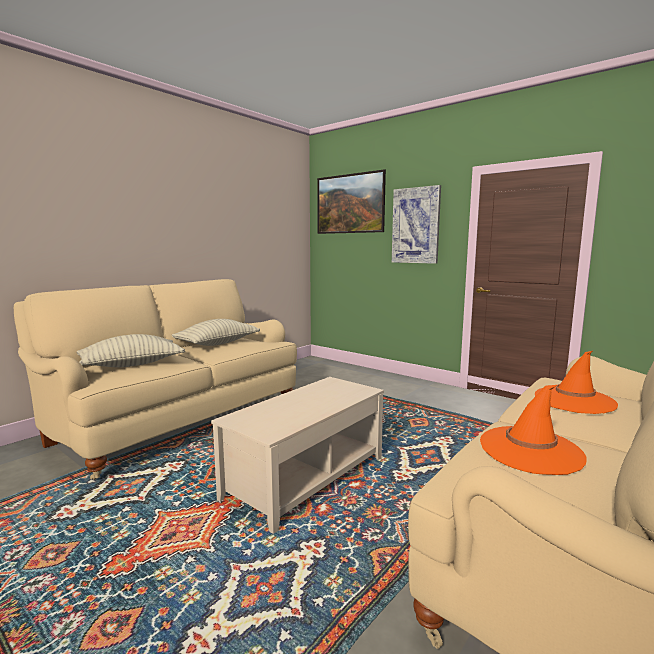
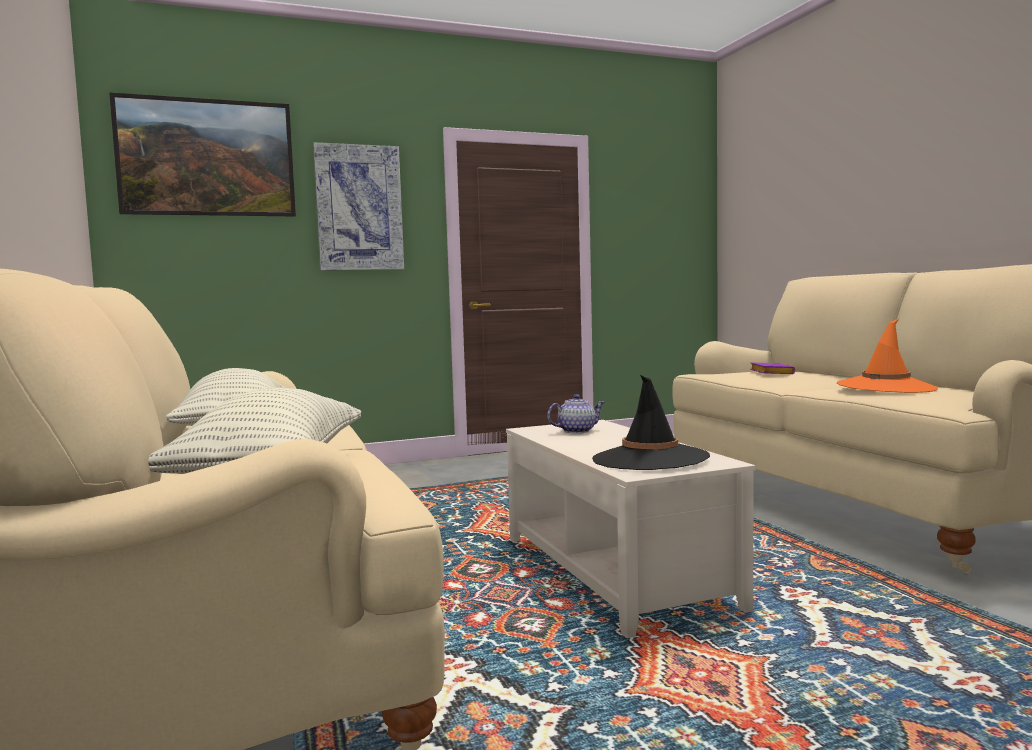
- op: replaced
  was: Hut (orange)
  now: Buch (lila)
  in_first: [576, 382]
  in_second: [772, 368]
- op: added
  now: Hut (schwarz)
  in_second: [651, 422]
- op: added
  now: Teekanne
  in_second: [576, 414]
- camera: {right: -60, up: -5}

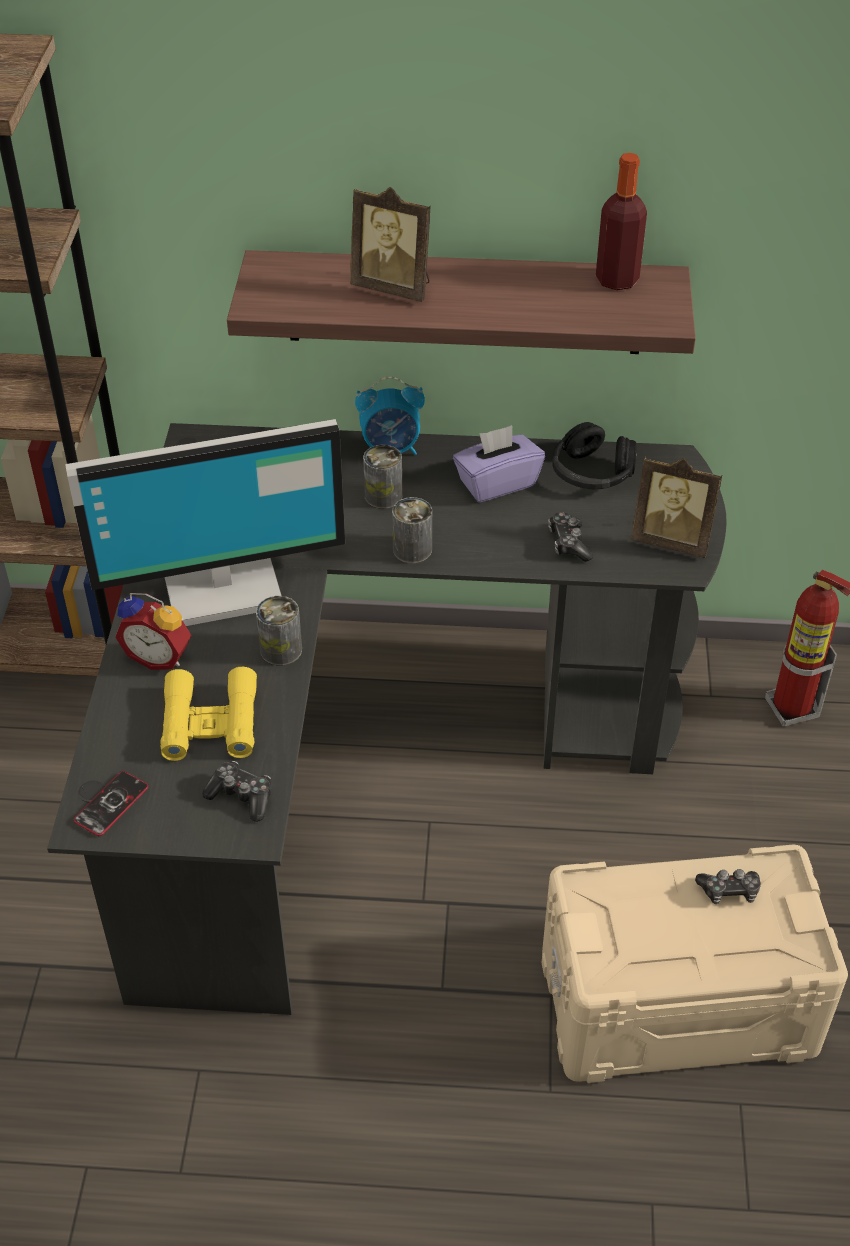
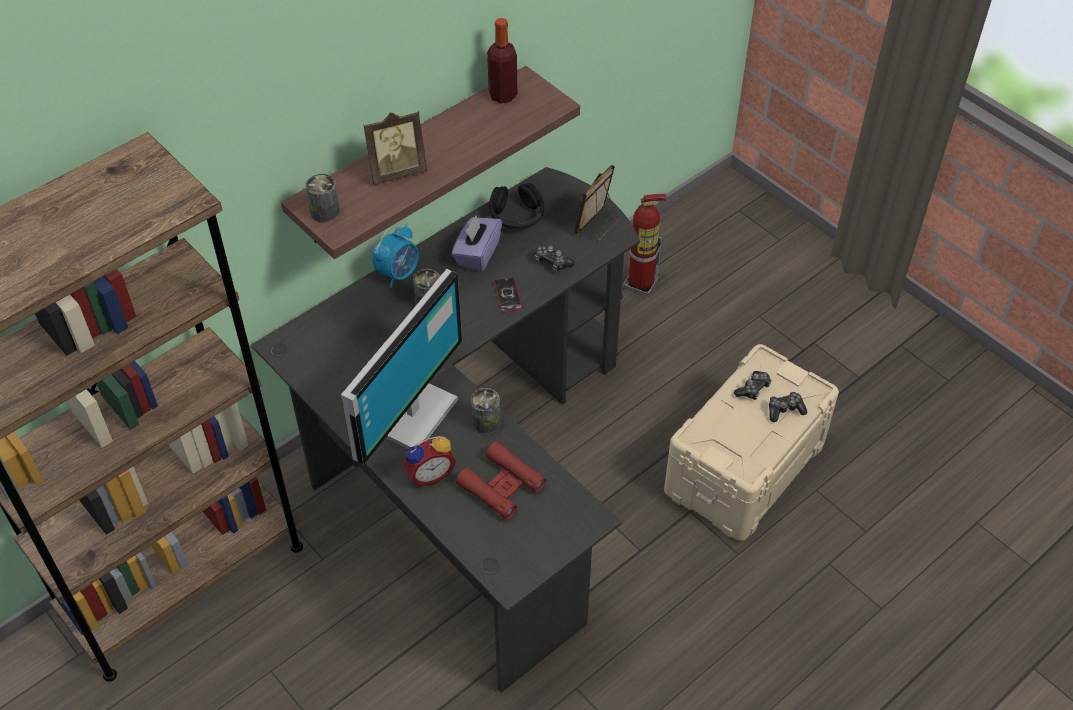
- op: turned
  was: Bilderrahmen
  in_first: [676, 507]
  in_second: [596, 203]
  clockwise: 150
- op: moved
  was: Dose
  in_first: [412, 530]
  in_second: [322, 198]
- op: recoloured
  was: Fernglas (gelb)
  now: Fernglas (rot)
  in_first: [208, 714]
  in_second: [501, 480]
- op: moved
  was: Gamepad
  in_first: [236, 791]
  in_second: [788, 407]
- op: moved
  was: Handy
  in_first: [111, 803]
  in_second: [508, 294]
- camera: {right: -45, up: 5}

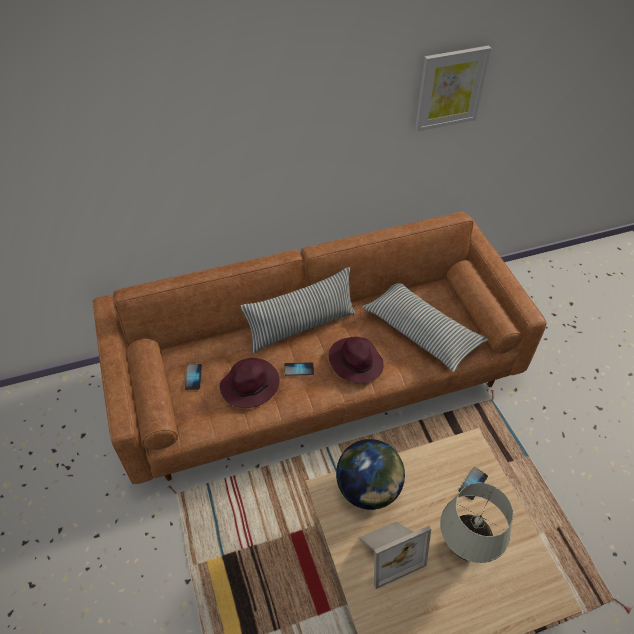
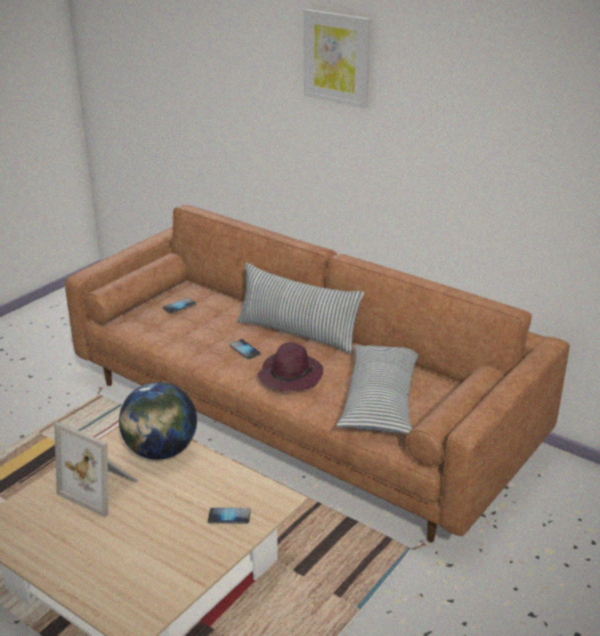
- op: moved
  was: Bild
  in_first: [453, 89]
  in_second: [337, 58]
- op: removed
  was: Hut (lila)
  in_first: [250, 383]
- op: removed
  was: Tischlampe (weiß)
  in_first: [476, 522]
- camera: {right: 55, up: -20}

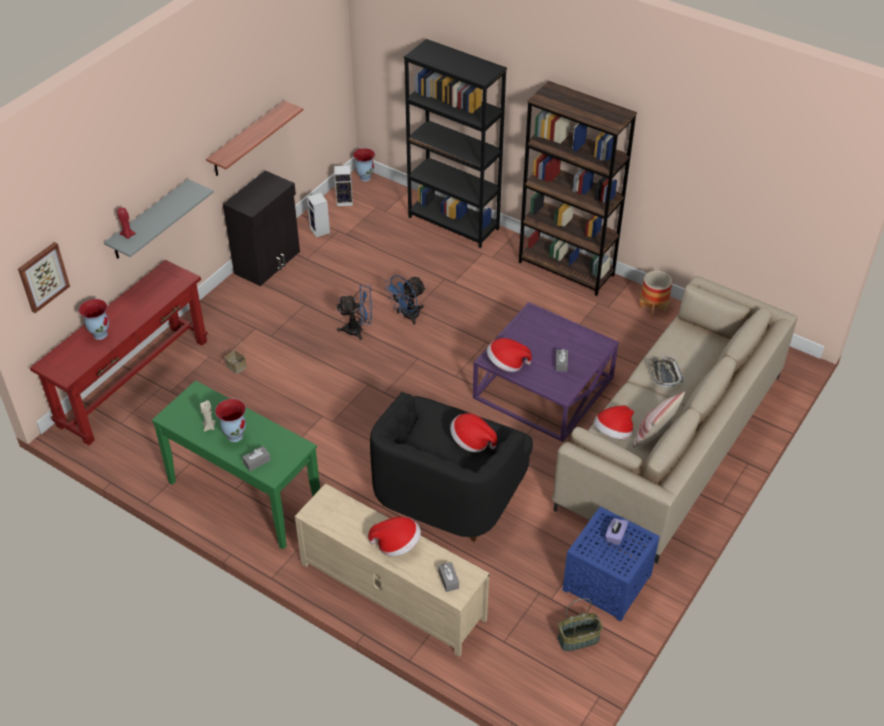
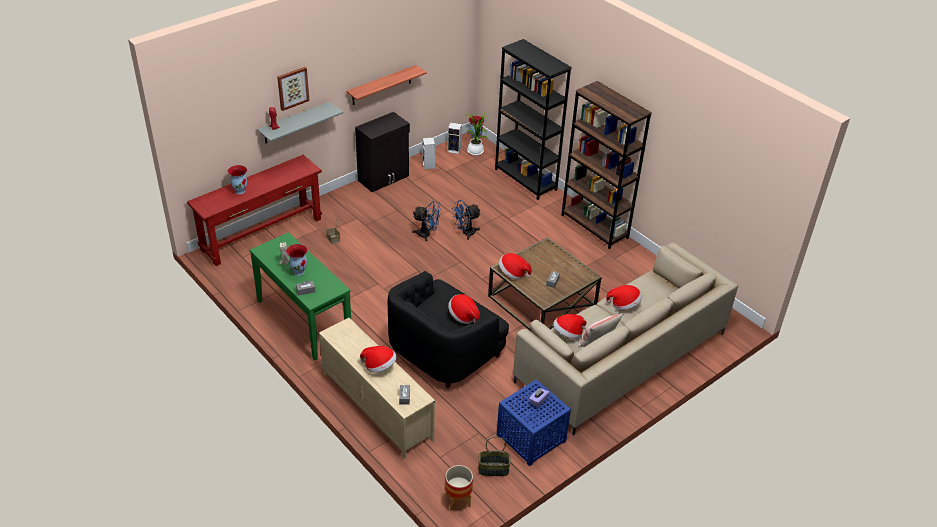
- op: moved
  was: Bild
  in_first: [44, 277]
  in_second: [293, 89]
- op: moved
  was: Pflanzkübel
  in_first: [655, 295]
  in_second: [459, 488]
- op: recoloured
  was: Couchtisch (lila)
  now: Couchtisch (braun)
  in_first: [546, 372]
  in_second: [545, 283]
- op: replaced
  was: Tablett
  now: Hut
  in_first: [665, 372]
  in_second: [624, 297]
- op: added
  now: Topfpflanze
  in_second: [477, 133]
- camera: {right: 15, up: -5}

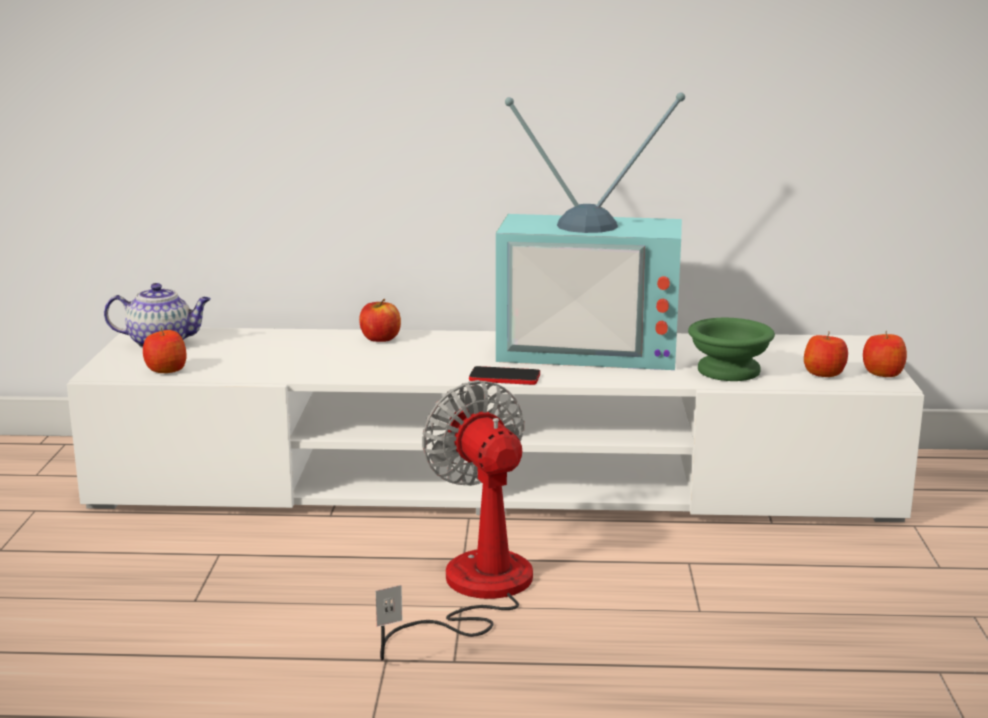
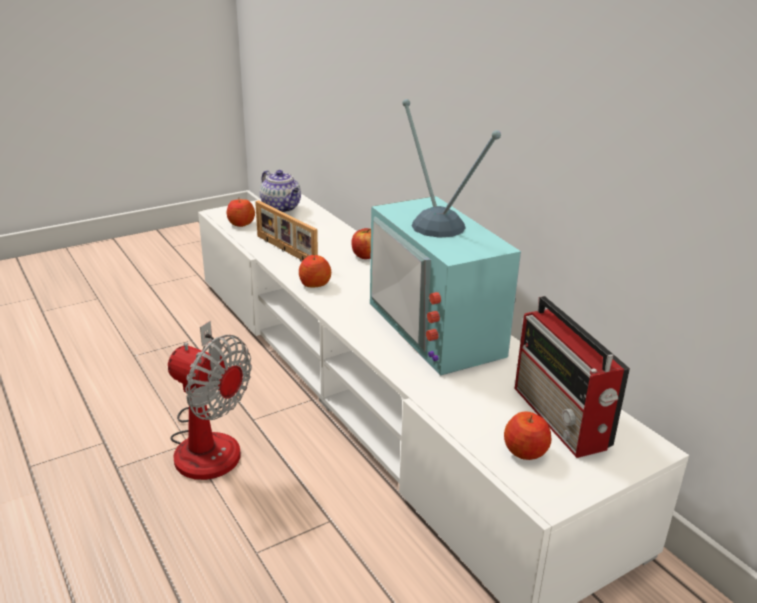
- op: removed
  was: Schüssel (grün)
  in_first: [731, 349]
- op: moved
  was: Apfel
  in_first: [885, 354]
  in_second: [315, 271]
- op: removed
  was: Handy
  in_first: [504, 375]
- op: turned
  was: Ventilator
  in_first: [454, 520]
  in_second: [210, 400]
  clockwise: 90
- op: added
  now: Bilderrahmen
  in_second: [286, 231]
- op: added
  now: Radio
  in_second: [572, 377]
- camera: {right: 55, up: 10}

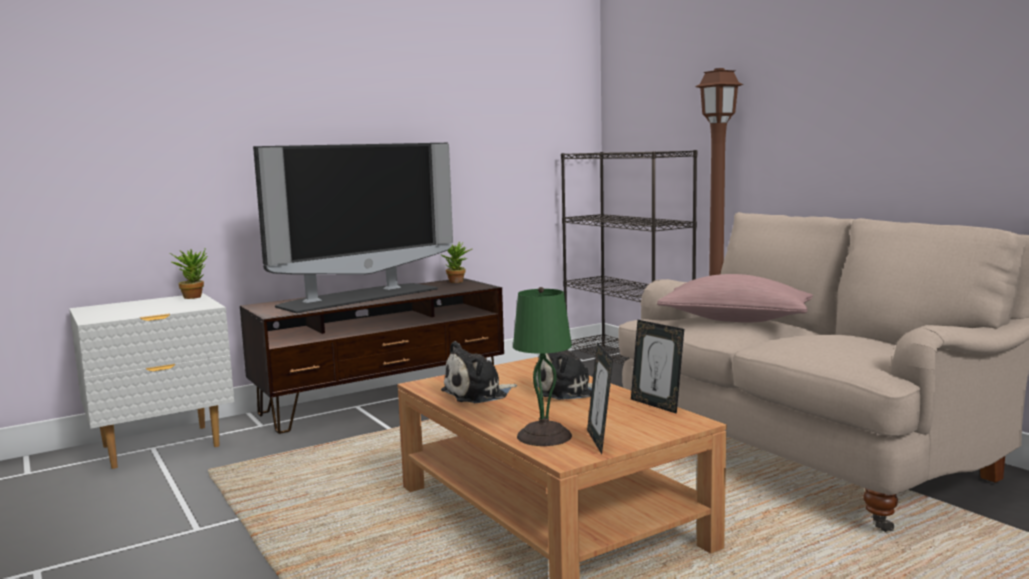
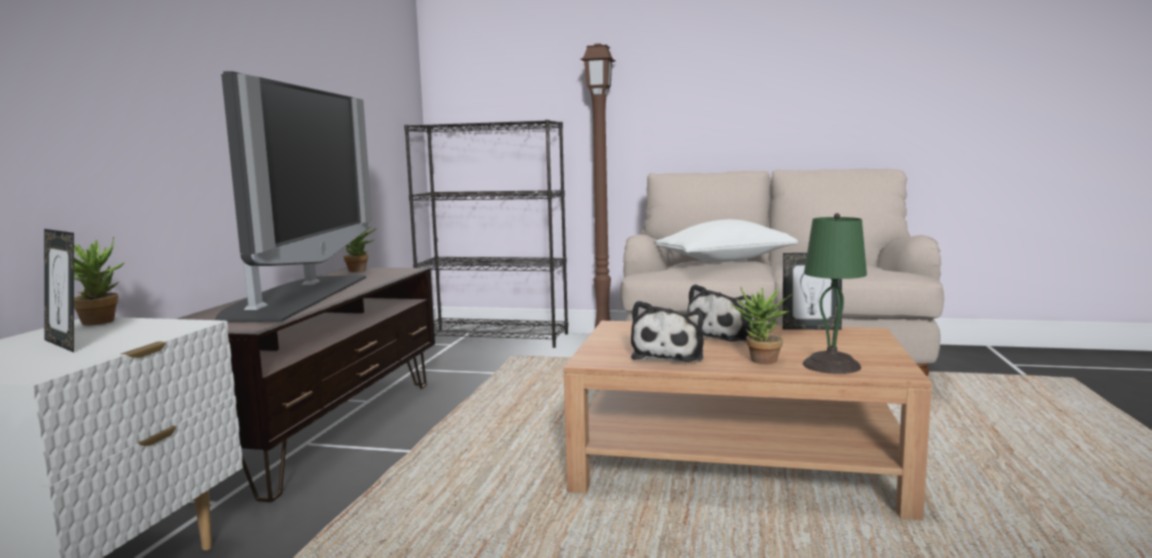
- op: recoloured
  was: Kissen (rosa)
  now: Kissen (weiß)
  in_first: [735, 298]
  in_second: [726, 240]
- op: moved
  was: Bilderrahmen
  in_first: [600, 398]
  in_second: [59, 290]
- op: added
  now: Topfpflanze
  in_second: [762, 325]
- camera: {right: -45, up: 0}

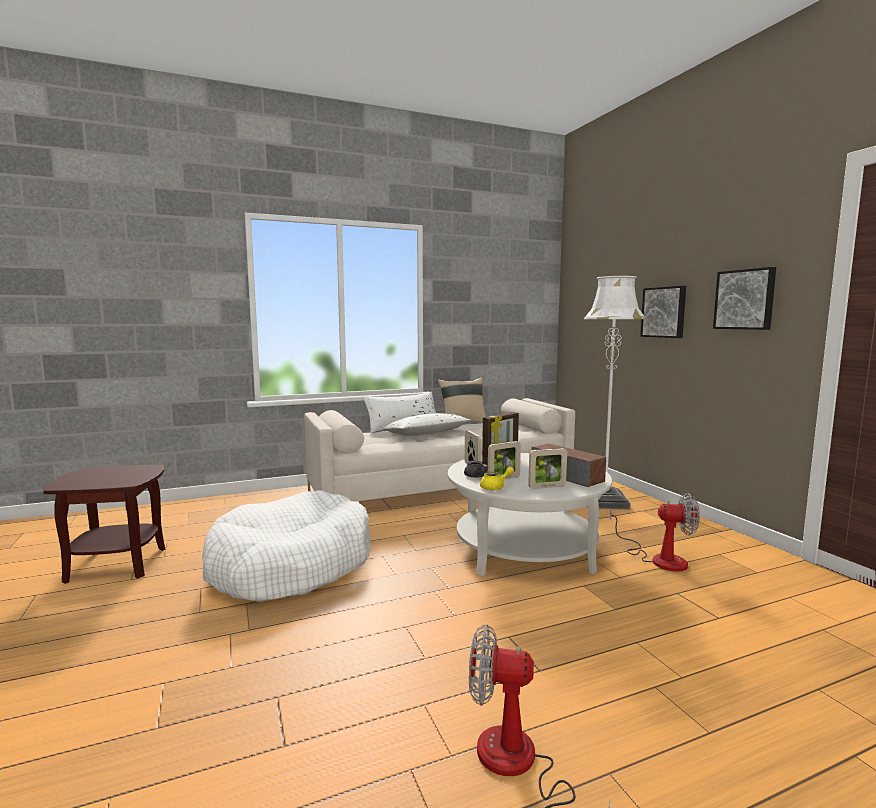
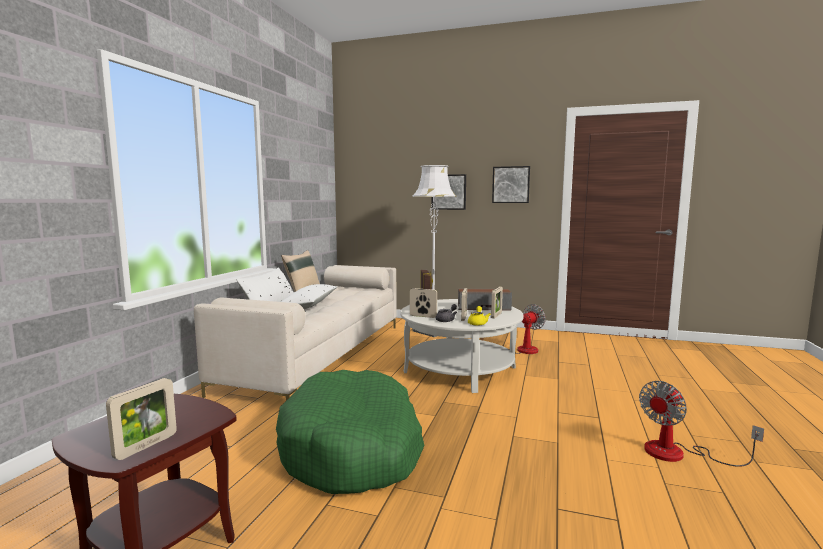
- op: recoloured
  was: Hundebett (weiß)
  now: Hundebett (grün)
  in_first: [286, 546]
  in_second: [350, 432]
- op: added
  now: Bilderrahmen
  in_second: [141, 419]
- camera: {right: -50, up: 0}

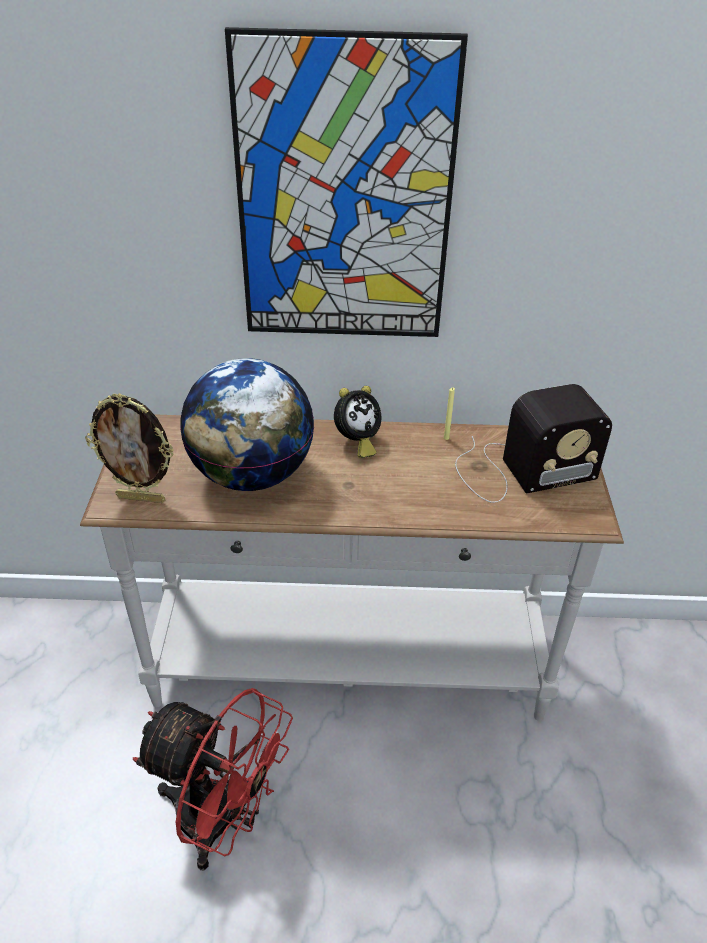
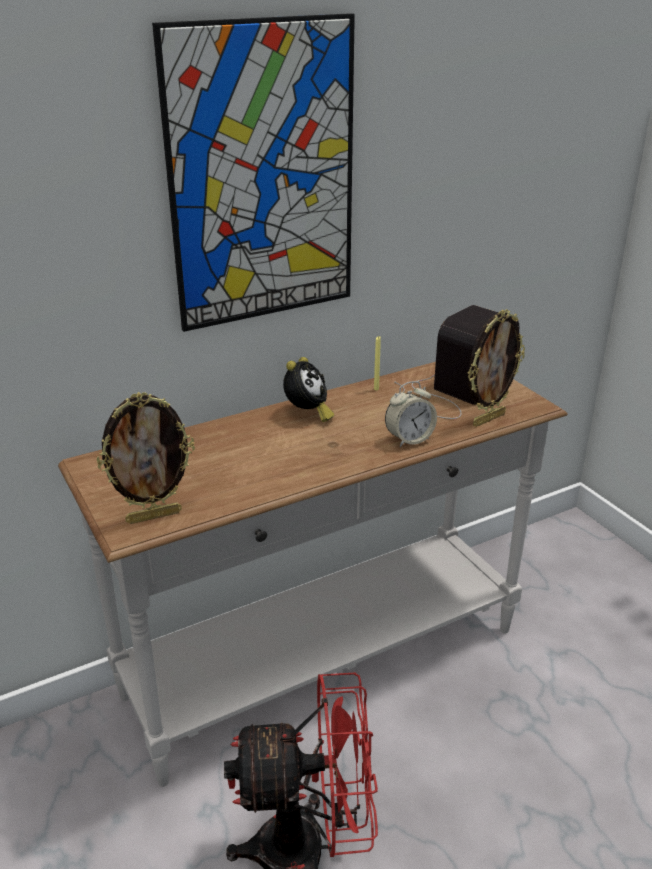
- op: removed
  was: Globus
  in_first: [247, 424]
- op: added
  now: Bilderrahmen
  in_second: [496, 368]
- op: added
  now: Wecker
  in_second: [411, 414]
- camera: {right: -30, up: -10}

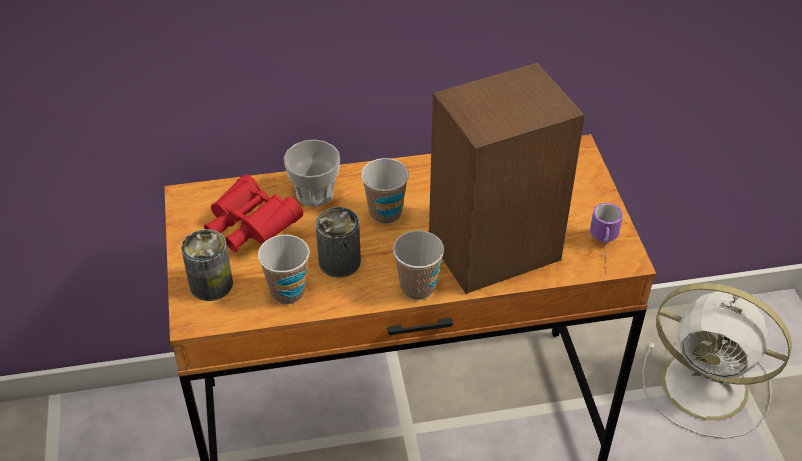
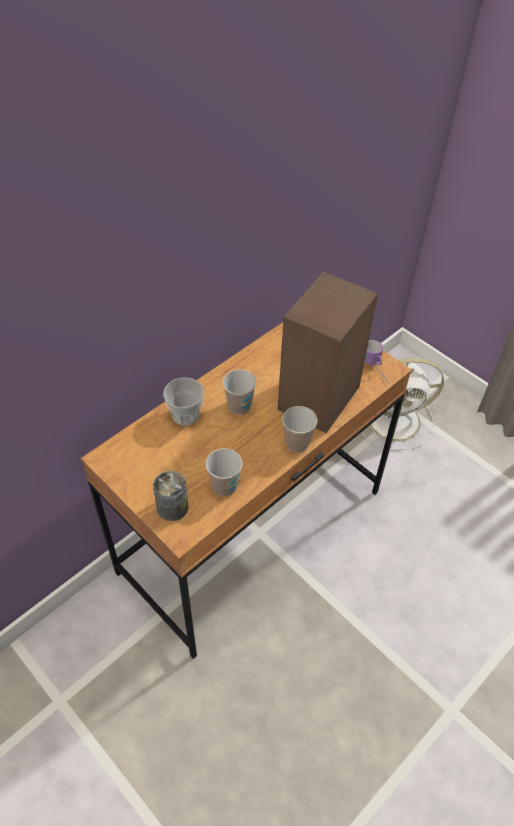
- op: removed
  was: Fernglas (rot)
  in_first: [253, 213]
- op: removed
  was: Dose
  in_first: [338, 242]
- camera: {right: -35, up: 5}

